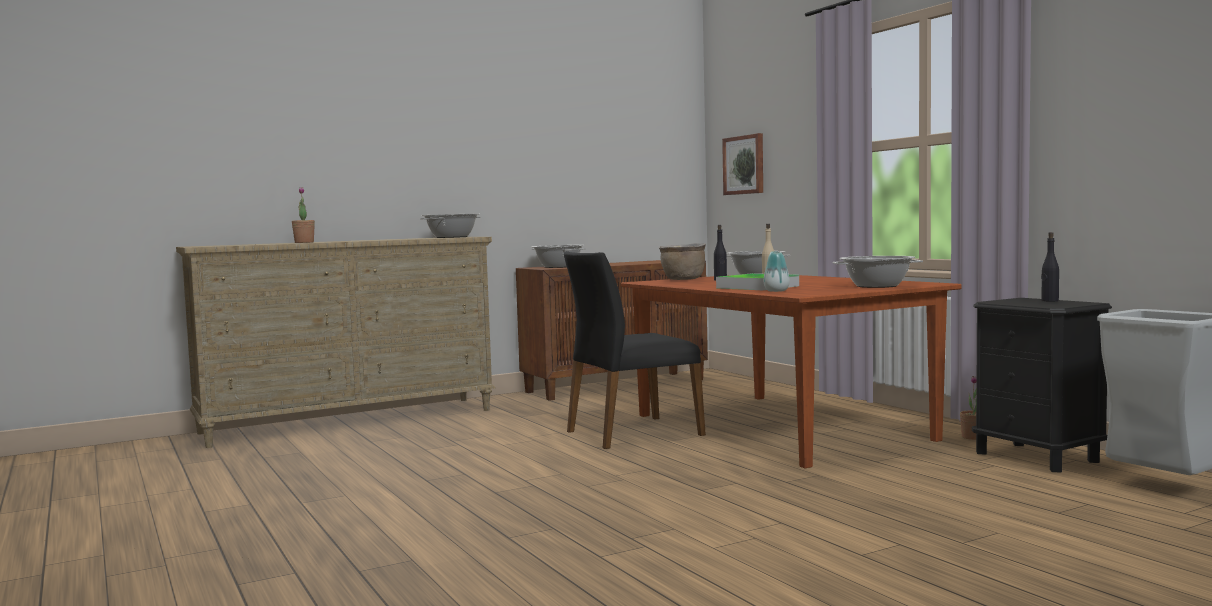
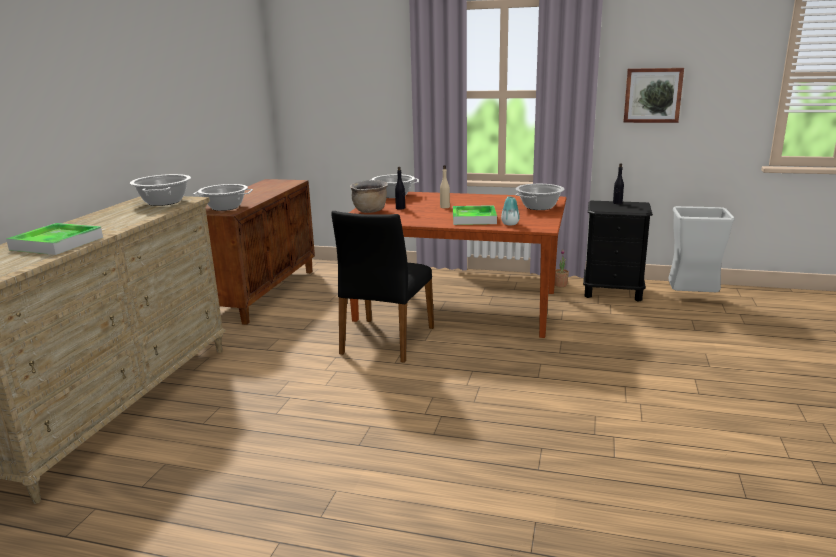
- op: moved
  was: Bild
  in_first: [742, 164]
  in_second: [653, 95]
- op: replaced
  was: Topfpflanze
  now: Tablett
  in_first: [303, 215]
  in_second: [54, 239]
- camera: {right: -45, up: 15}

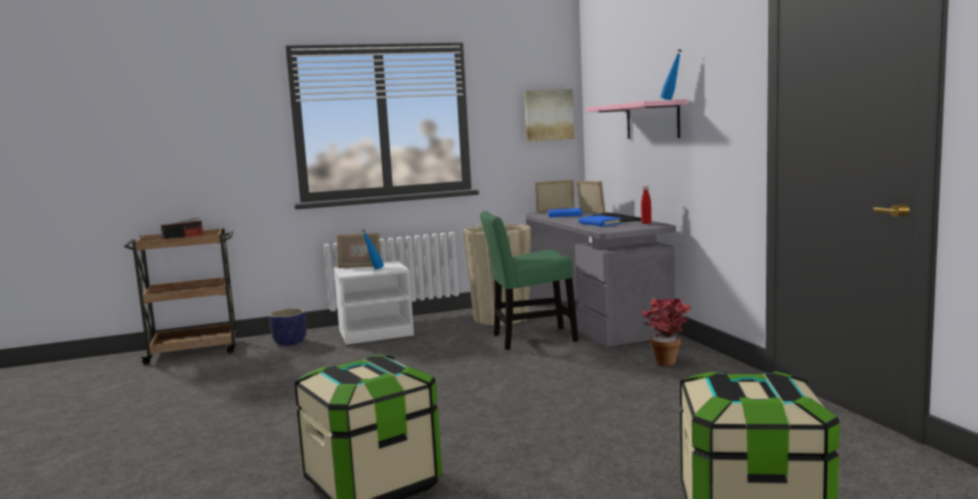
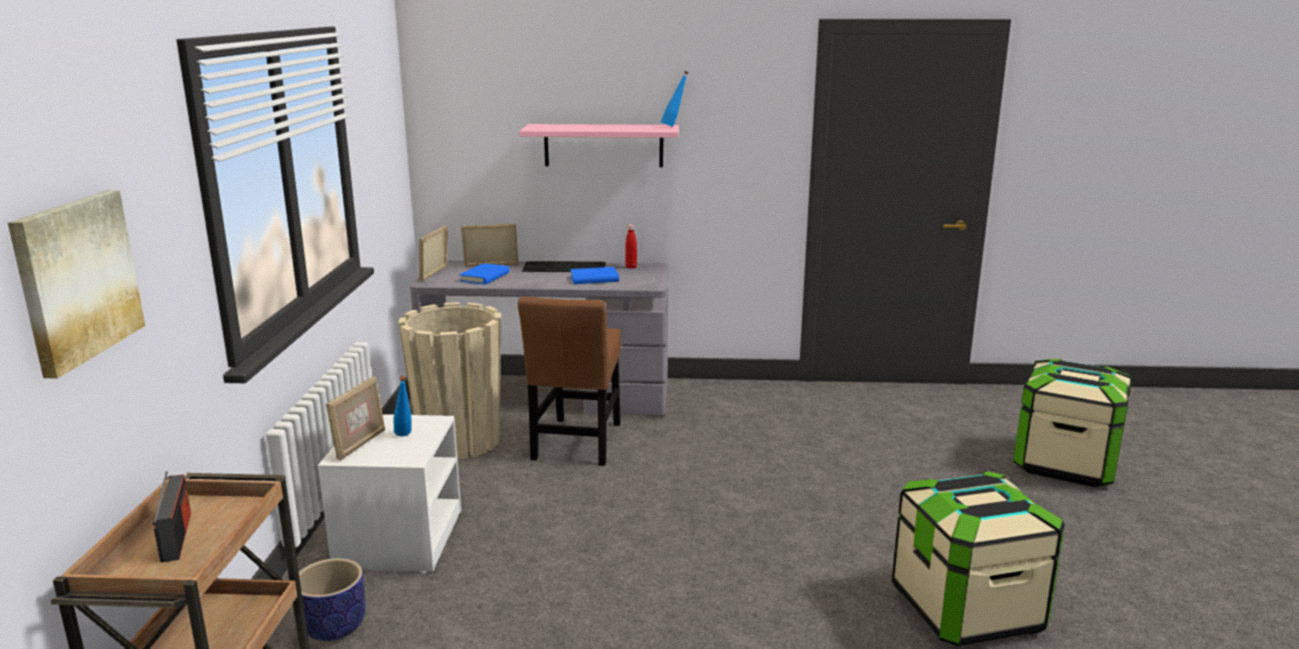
- op: moved
  was: Bild
  in_first: [549, 115]
  in_second: [76, 284]
- op: recoloured
  was: Stuhl (grün)
  now: Stuhl (braun)
  in_first: [529, 280]
  in_second: [569, 381]
- op: removed
  was: Topfpflanze
  in_first: [666, 332]
- camera: {right: -70, up: 10}

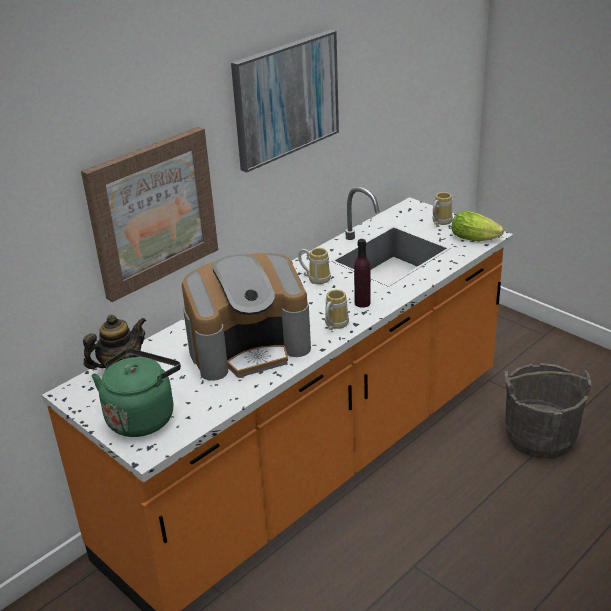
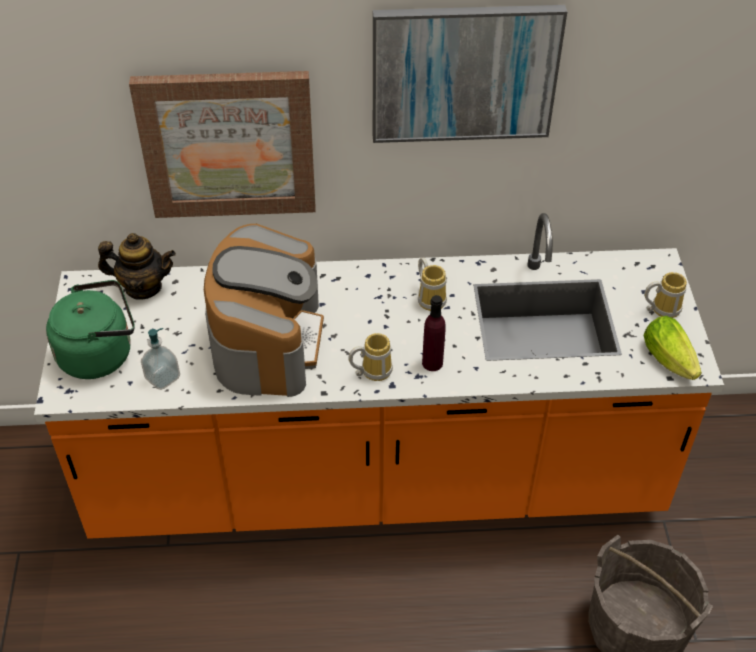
- op: turned
  was: Kaffeemaschine
  in_first: [246, 317]
  in_second: [264, 310]
  clockwise: -105
- op: added
  now: Seifenspender
  in_second: [160, 359]
- camera: {right: 40, up: 15}

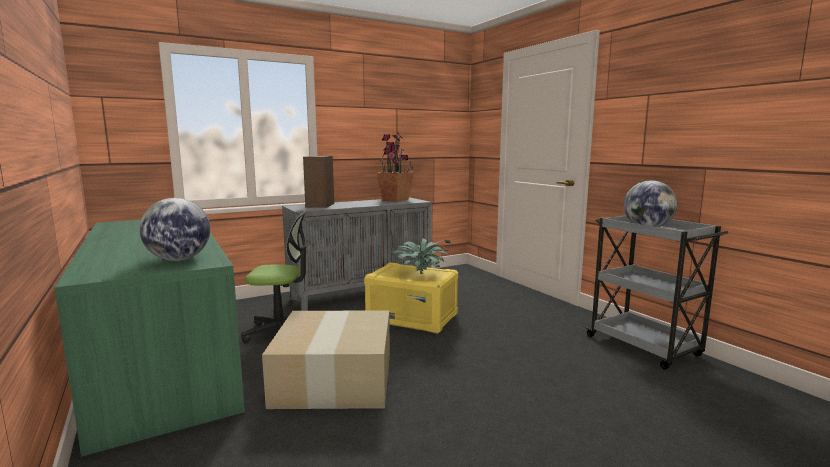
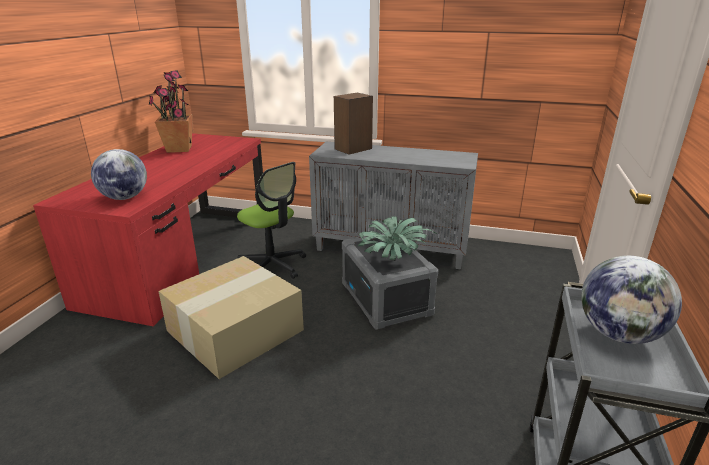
- op: moved
  was: Topfpflanze
  in_first: [395, 167]
  in_second: [171, 111]
- op: recoloured
  was: Schreibtisch (grün)
  now: Schreibtisch (rot)
  in_first: [149, 338]
  in_second: [148, 230]
- op: recoloured
  was: Aufbewahrungsbox (gelb)
  now: Aufbewahrungsbox (grau)
  in_first: [411, 298]
  in_second: [390, 281]
- camera: {right: 45, up: 15}

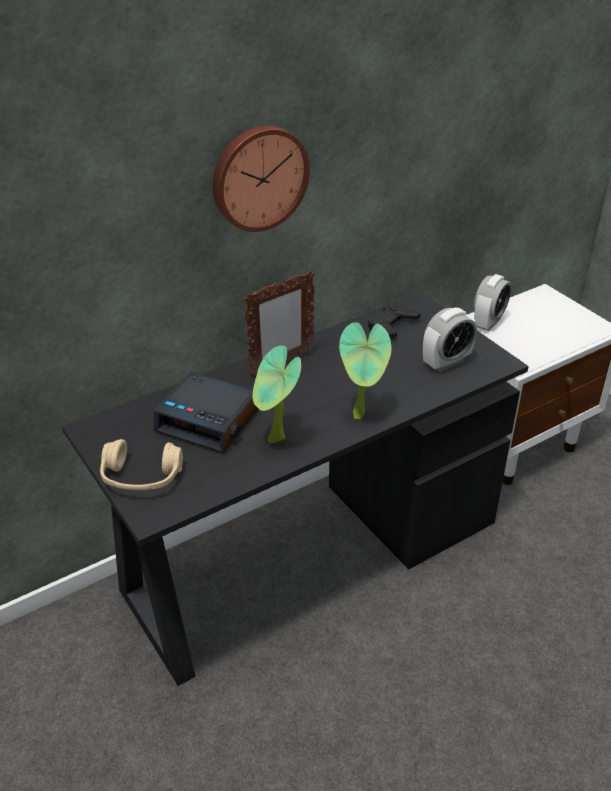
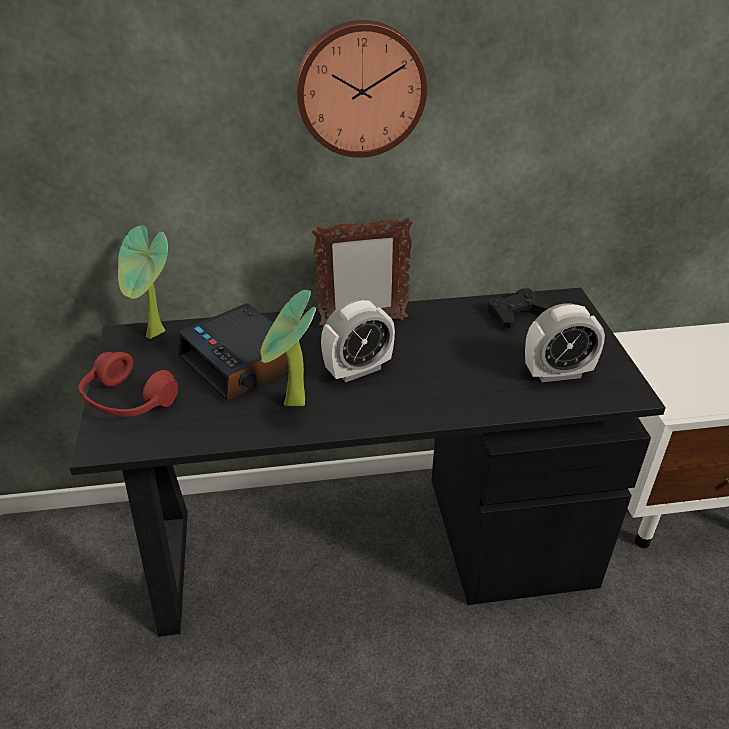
- op: moved
  was: Wecker
  in_first: [492, 302]
  in_second: [358, 341]
- op: moved
  was: Topfpflanze
  in_first: [365, 370]
  in_second: [143, 282]
- op: recoloured
  was: Kopfhörer (beige)
  now: Kopfhörer (rot)
  in_first: [141, 464]
  in_second: [128, 384]
- camera: {right: 25, up: 0}

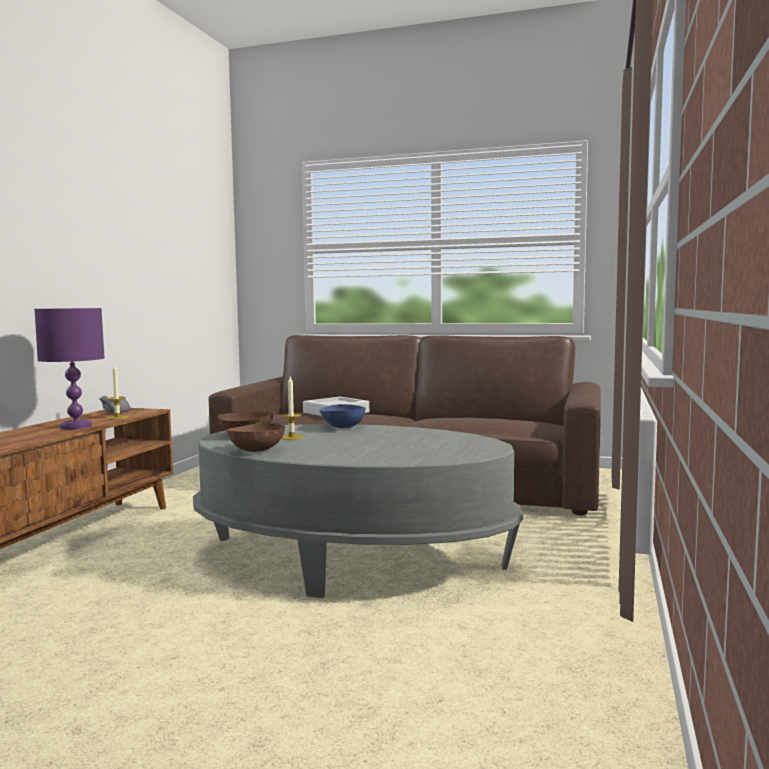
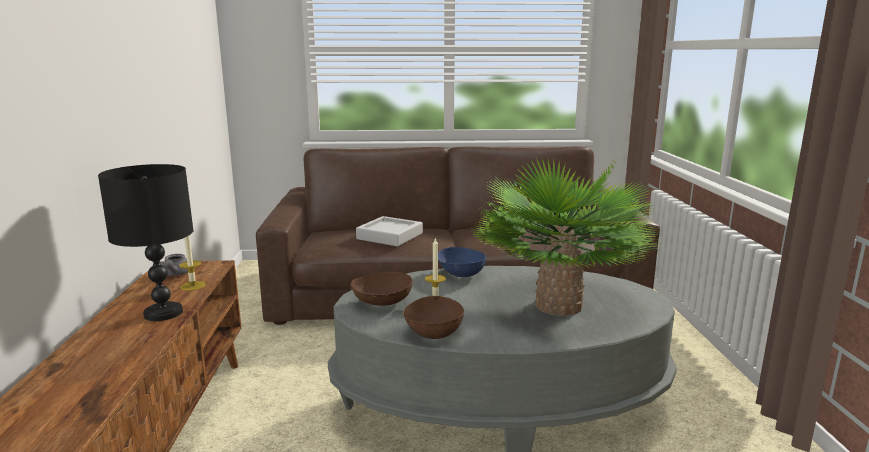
- op: recoloured
  was: Tischlampe (lila)
  now: Tischlampe (schwarz)
  in_first: [69, 368]
  in_second: [146, 242]
- op: added
  now: Topfpflanze
  in_second: [566, 237]
- camera: {right: -20, up: 10}

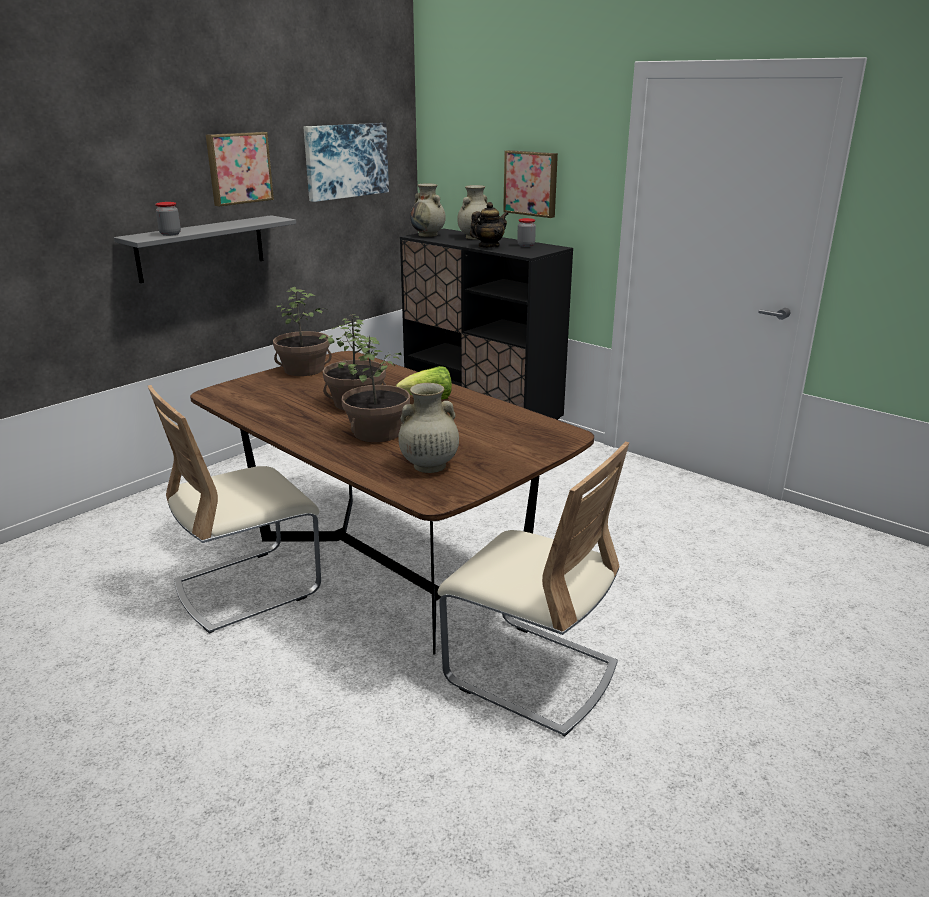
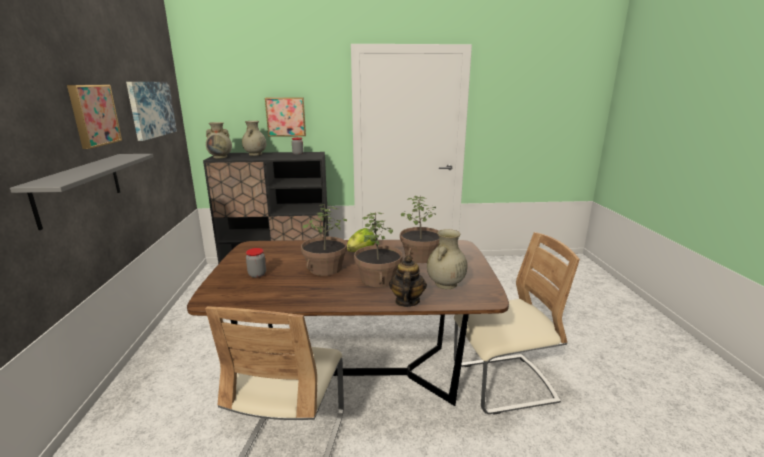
- op: moved
  was: Vorratsglas
  in_first: [168, 219]
  in_second: [256, 263]
- op: moved
  was: Teekanne
  in_first: [489, 225]
  in_second: [408, 281]
- op: moved
  was: Topfpflanze
  in_first: [302, 331]
  in_second: [419, 229]
- camera: {right: -45, up: -5}

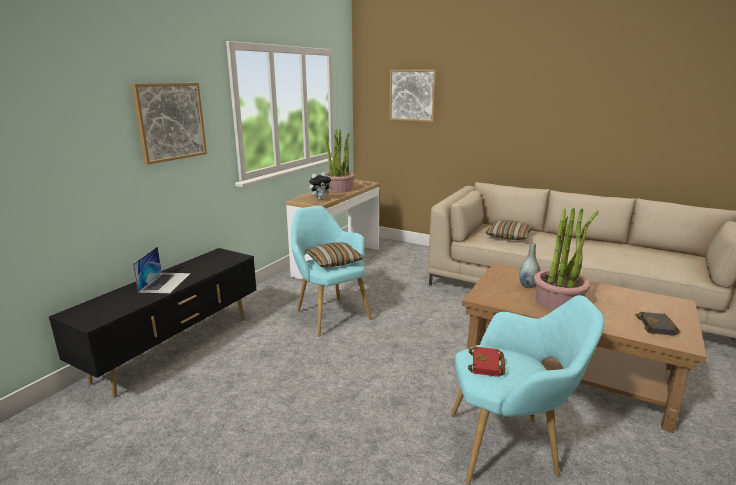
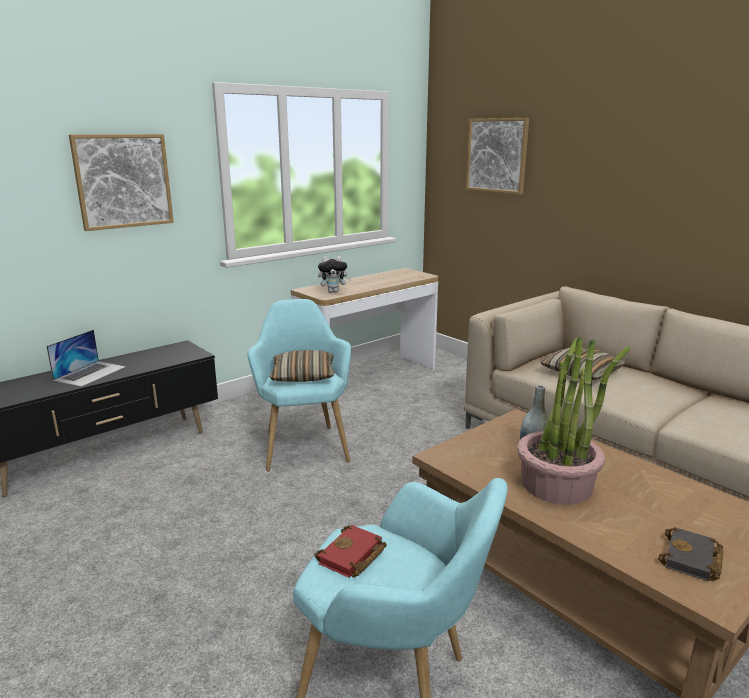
- op: removed
  was: Topfpflanze
  in_first: [340, 160]
- camera: {right: 20, up: 0}

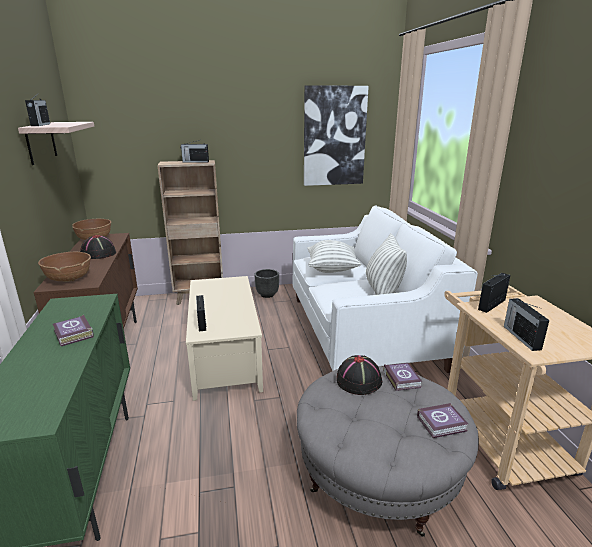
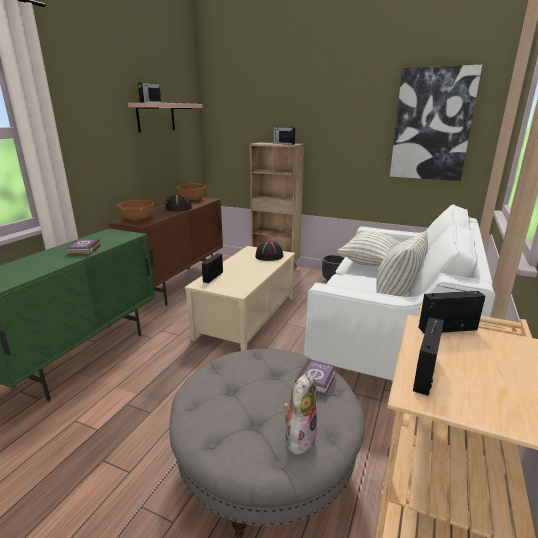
- op: moved
  was: Hut (schwarz)
  in_first: [359, 375]
  in_second: [269, 250]
- op: replaced
  was: Buch
  now: Plüschtier
  in_first: [442, 420]
  in_second: [300, 414]
- camera: {right: 35, up: 0}

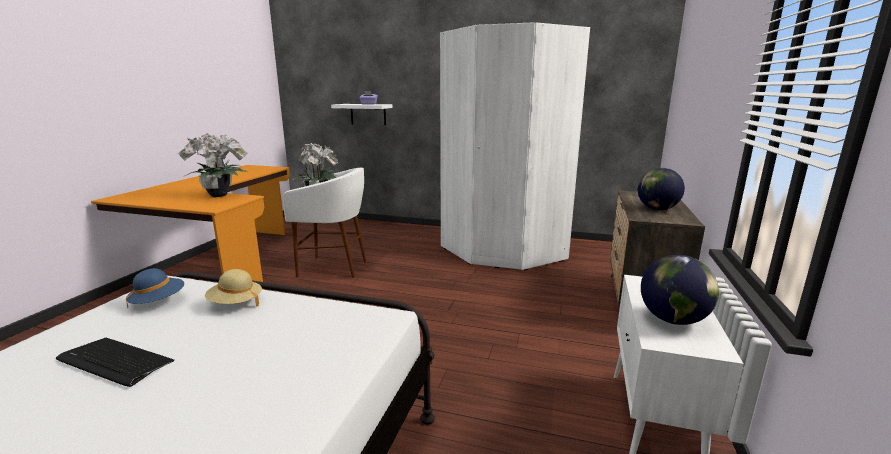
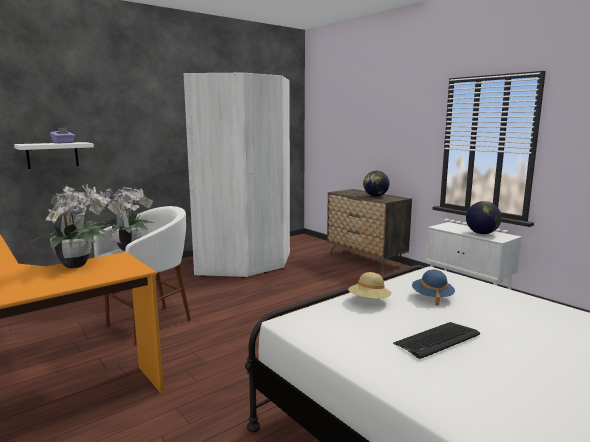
- op: moved
  was: Hut (blau)
  in_first: [155, 288]
  in_second: [433, 288]
- camera: {right: -55, up: -5}

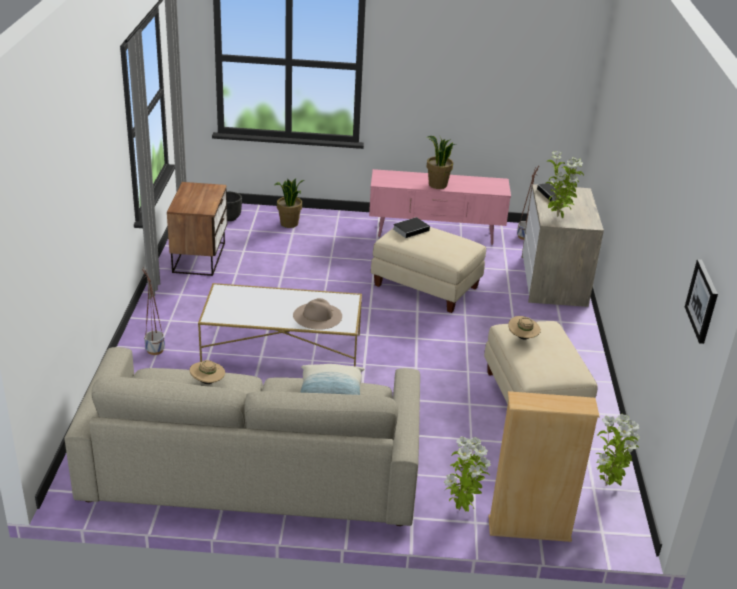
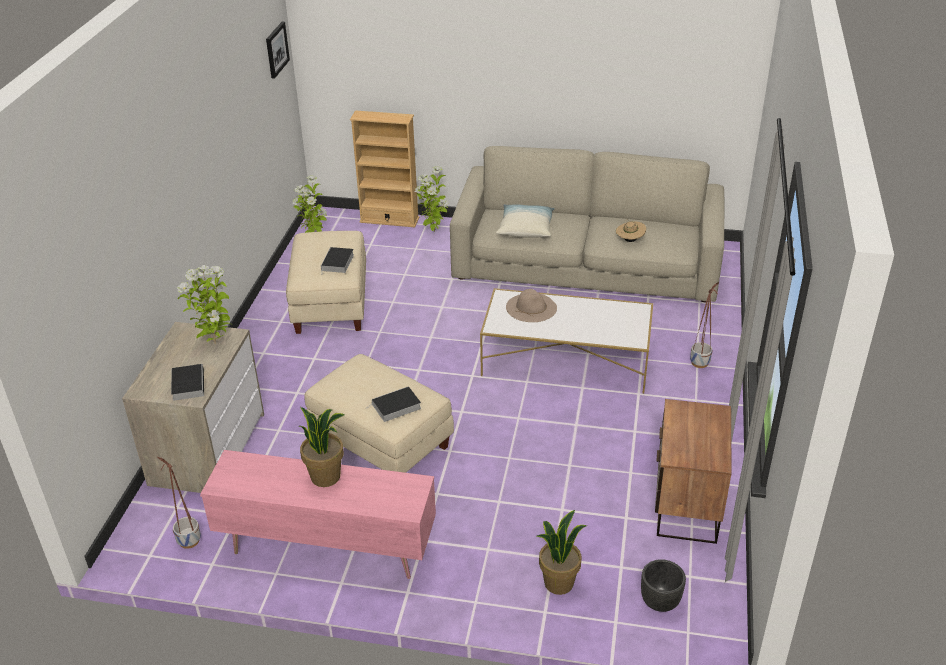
- op: replaced
  was: Hut (beige)
  now: Buch
  in_first: [524, 328]
  in_second: [337, 260]
- camera: {right: -170, up: 5}

